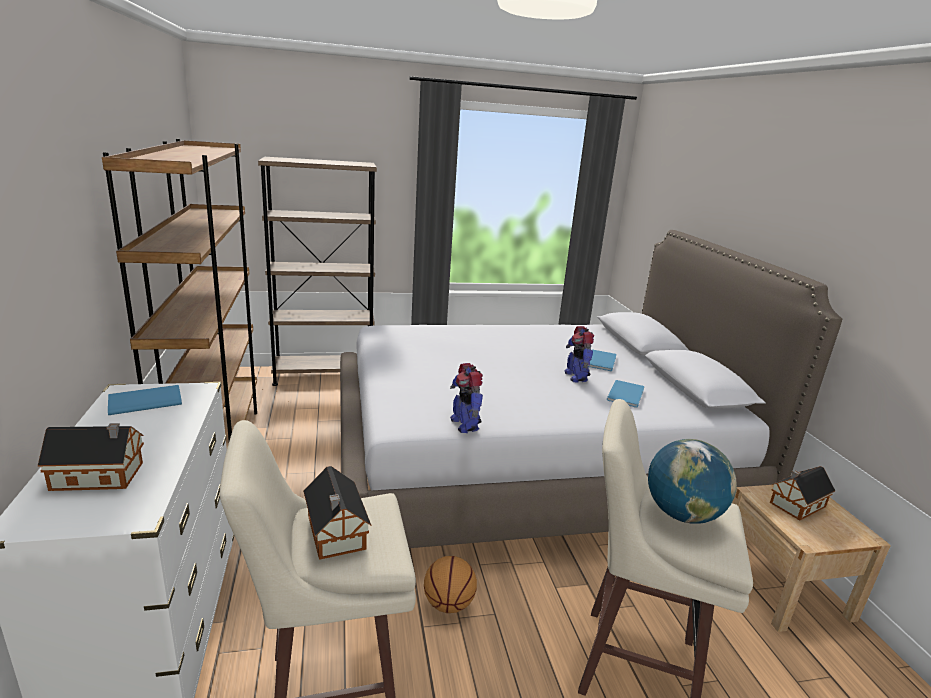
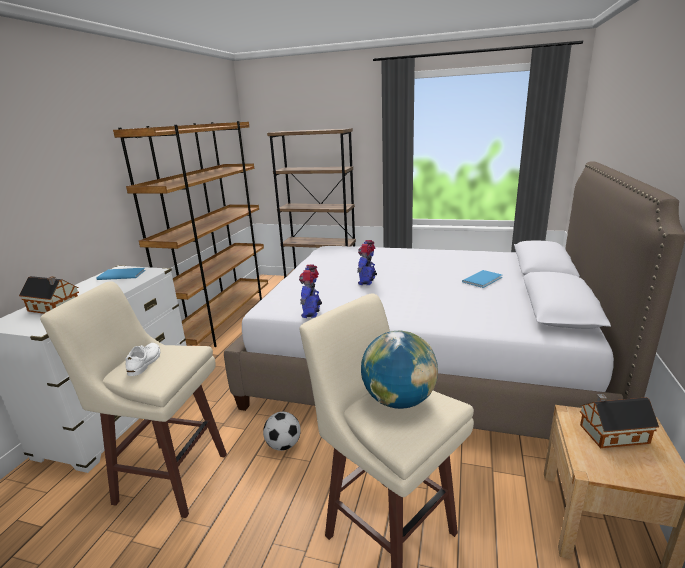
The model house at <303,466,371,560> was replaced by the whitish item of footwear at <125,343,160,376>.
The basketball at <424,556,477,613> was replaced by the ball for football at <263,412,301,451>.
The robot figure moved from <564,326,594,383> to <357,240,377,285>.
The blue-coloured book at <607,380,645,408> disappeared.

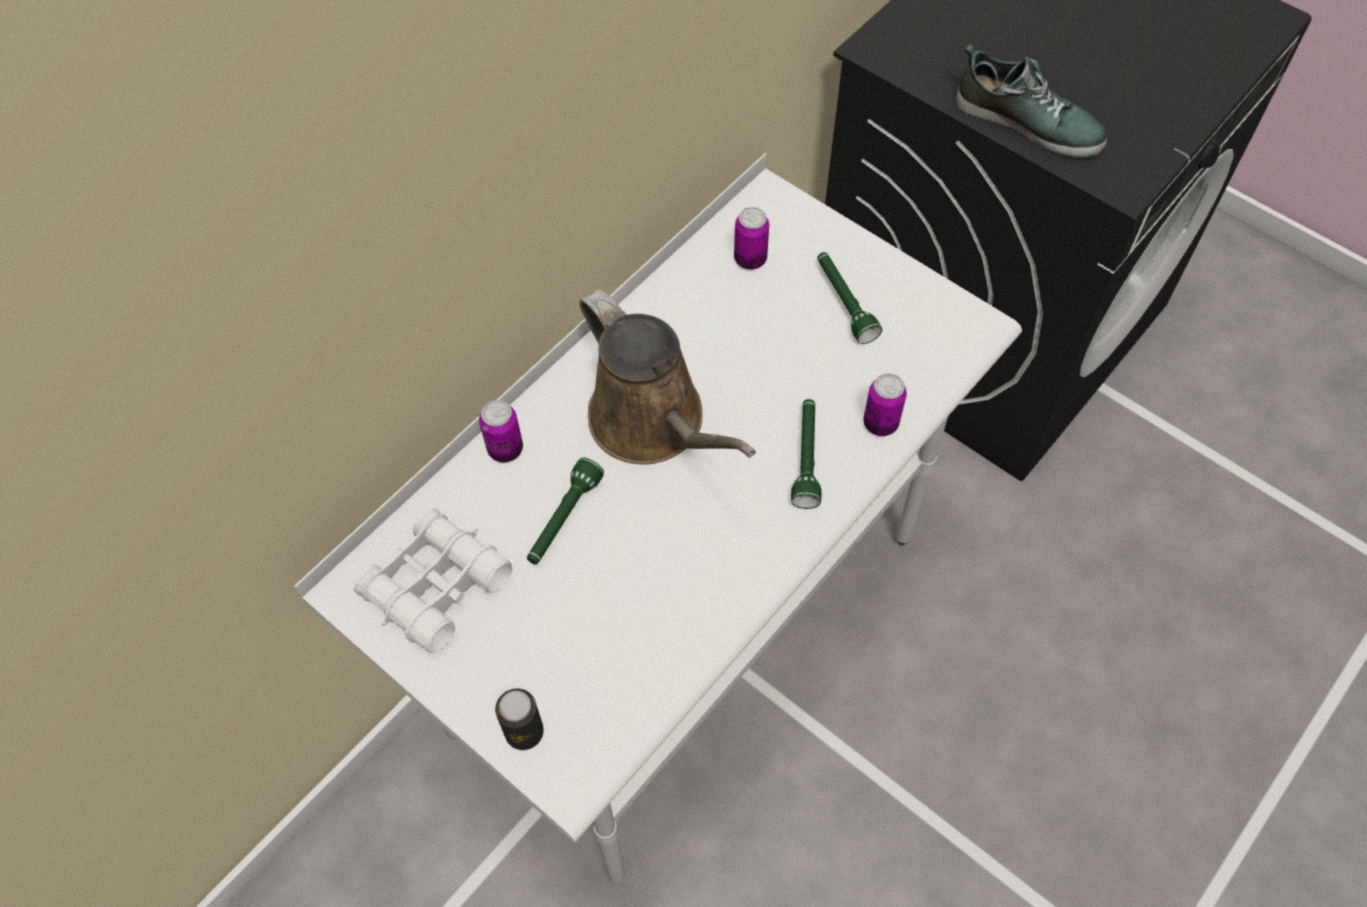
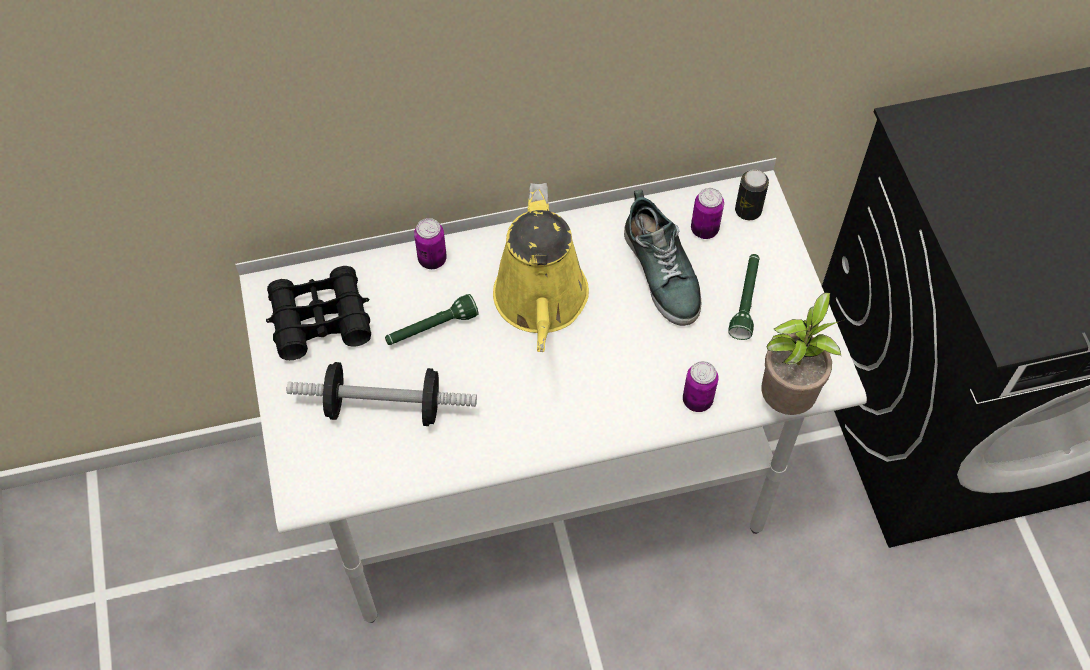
The whitish field glasses at <354,508,512,653> became the blackish field glasses at <266,266,371,360>.
The hand weight at <287,362,477,426> appeared.
The brownish sprinkling can at <580,290,756,464> became the yellowish sprinkling can at <493,183,589,352>.
The item of footwear moved from <956,44,1107,157> to <624,189,701,326>.
The can moved from <495,688,544,750> to <735,170,769,220>.
The potted plant at <761,293,844,415> appeared.
The green-coloured hand torch at <791,399,822,509> disappeared.

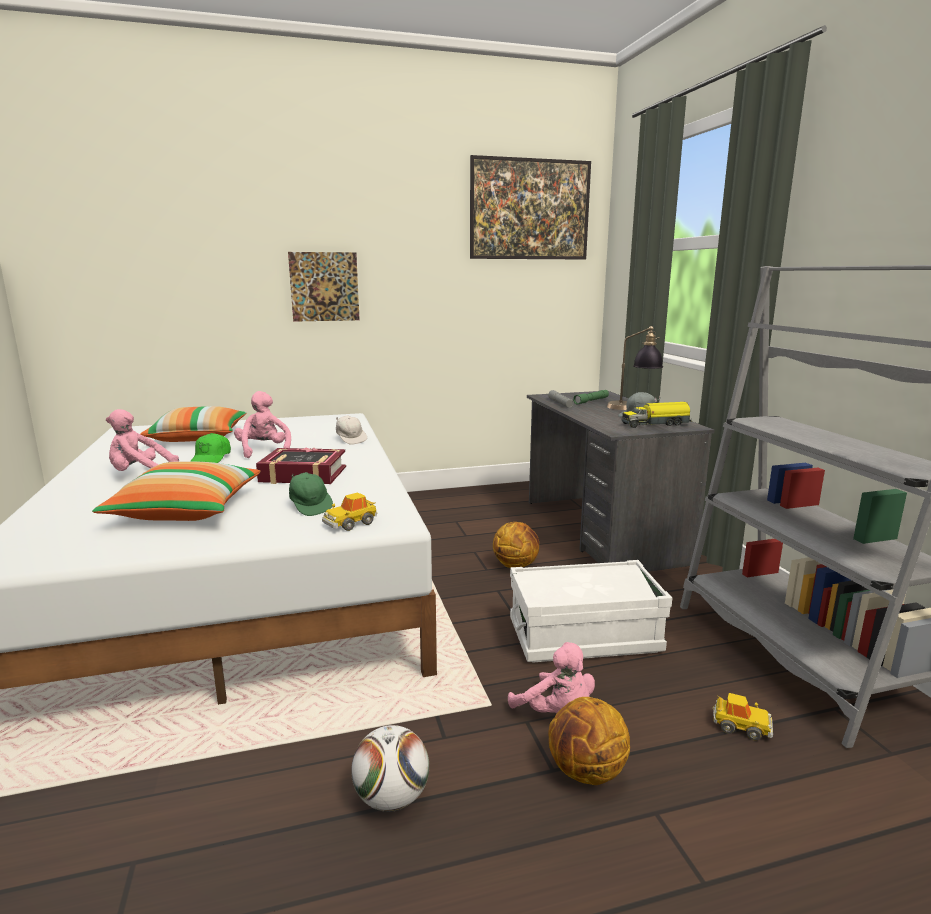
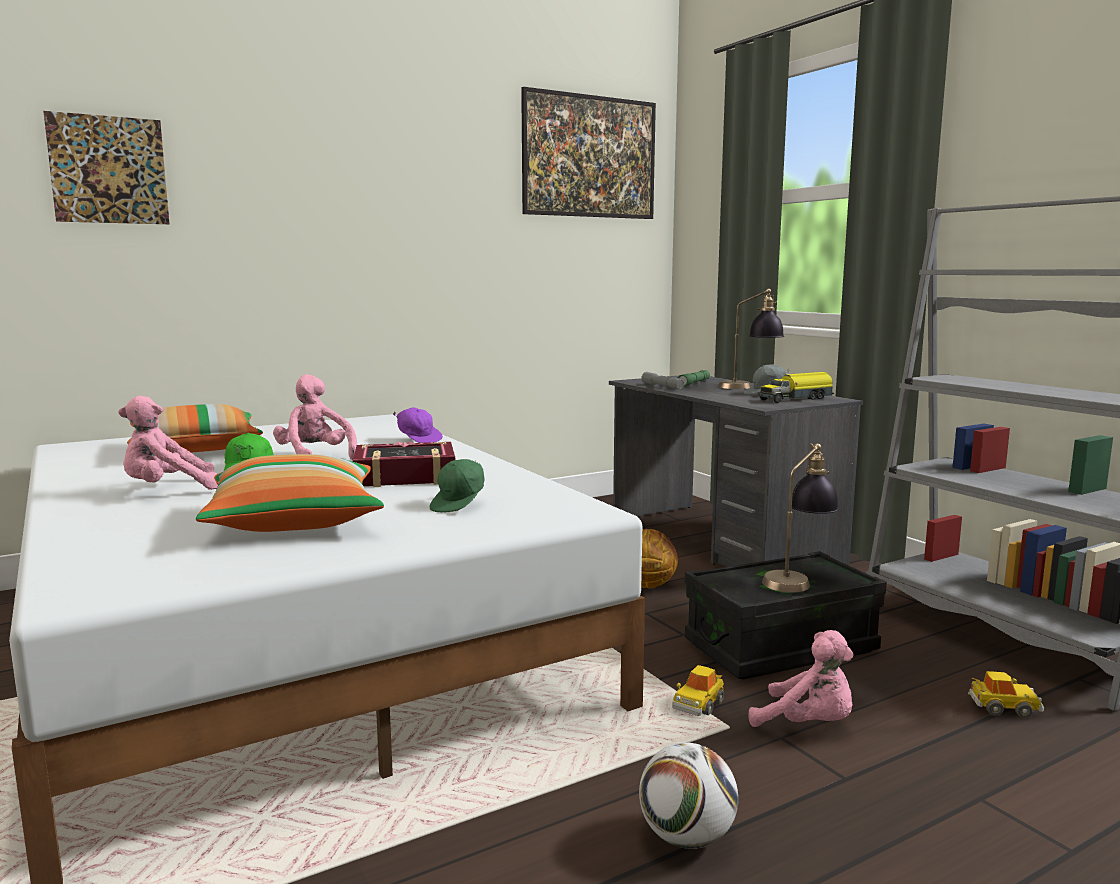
The picture moved from <288,252,360,322> to <43,111,170,224>.
The whitish cap at <336,415,367,445> became the purple-coloured cap at <393,407,443,443>.
The green-coloured cap at <289,472,333,516> turned 75 degrees clockwise.
The model car moved from <322,493,377,531> to <672,665,724,716>.
The whitish storage bin at <510,560,672,663> became the blackish storage bin at <685,551,887,679>.
The table lamp at <762,443,839,592> appeared.
The basketball at <548,697,630,785> disappeared.

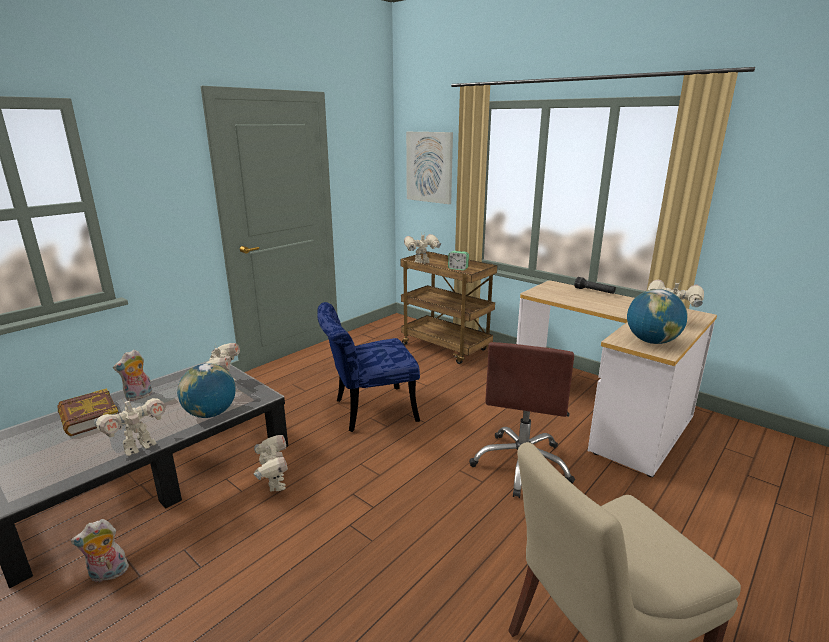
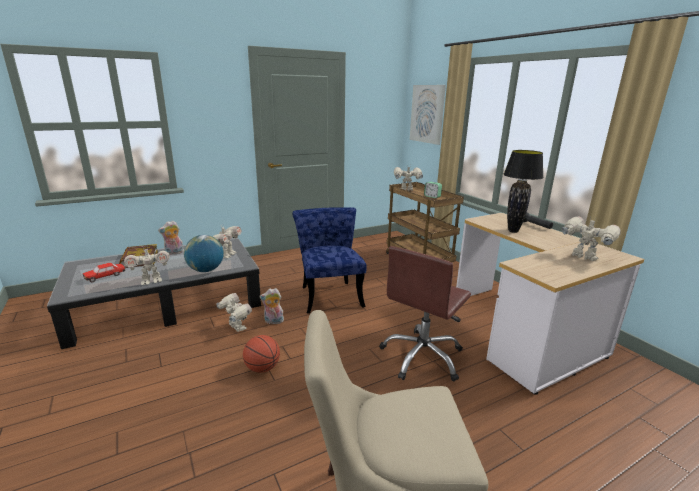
The model car at <83,263,126,282> appeared.
The robot figure at <253,435,288,492> turned 45 degrees counterclockwise.
The basketball at <243,335,280,373> appeared.
The soft toy moved from <71,519,129,583> to <260,288,285,324>.
The blue-coloured chair at <317,302,420,432> turned 75 degrees clockwise.
The blackish table lamp at <504,150,544,233> appeared.
The world globe at <627,289,688,344> disappeared.

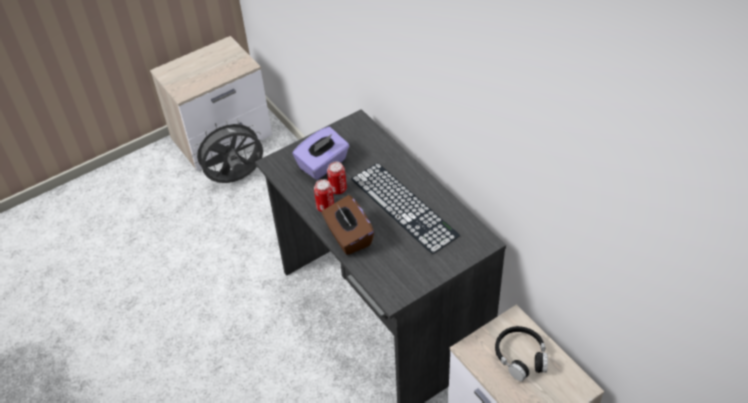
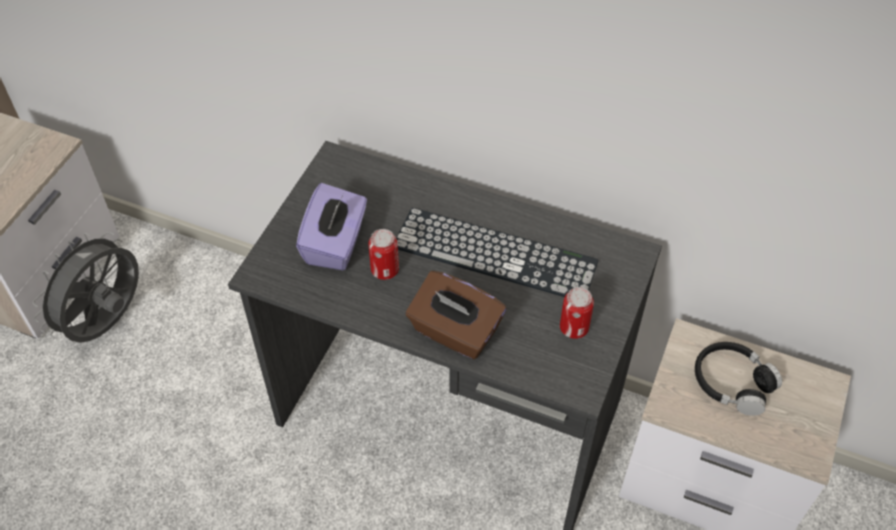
The can moved from <314,179,334,212> to <560,287,594,339>.

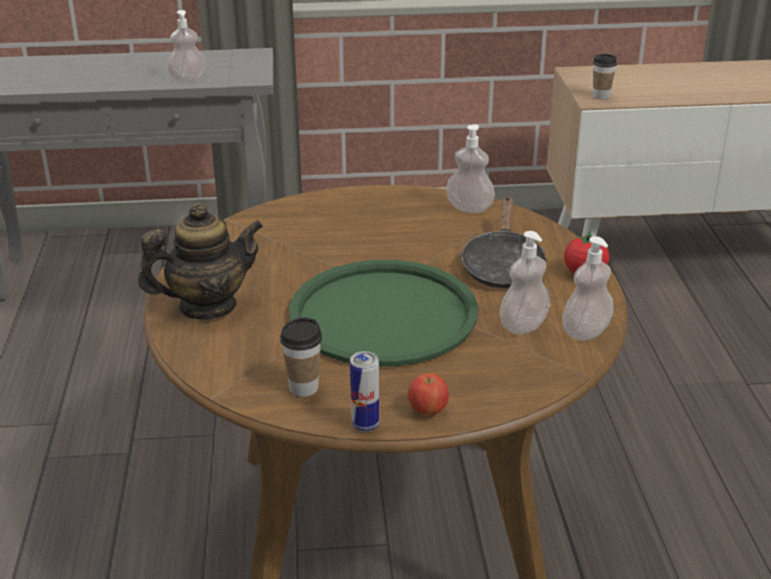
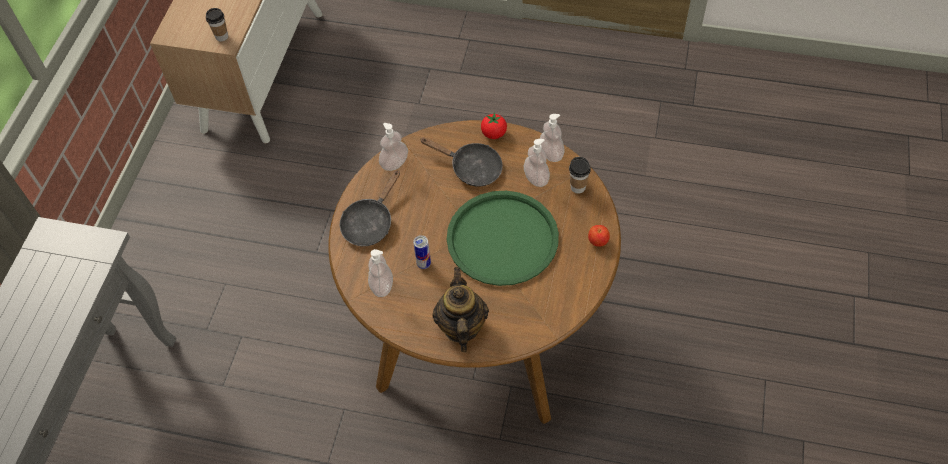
The blackish frying pan at <340,170,400,246> appeared.
The soap dispenser moved from <167,10,207,82> to <368,249,393,297>.
The can moved from <350,351,379,432> to <413,235,431,269>.
The cup moved from <280,317,322,397> to <569,157,591,193>.

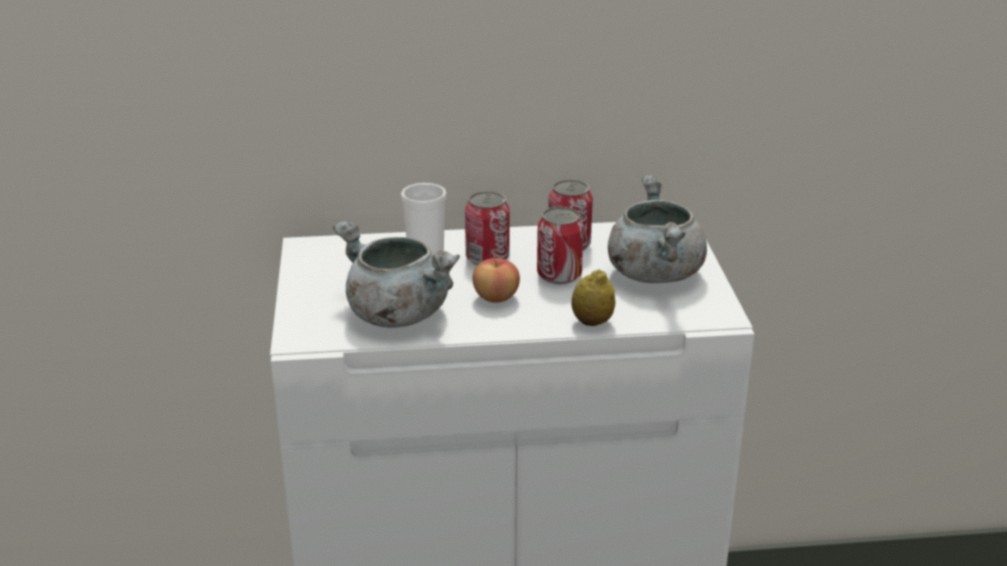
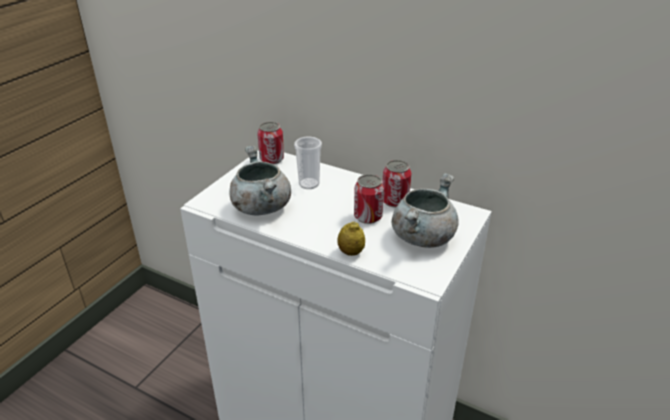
The can moved from <465,191,510,265> to <257,122,284,164>.
The apple fruit at <472,255,520,303> disappeared.

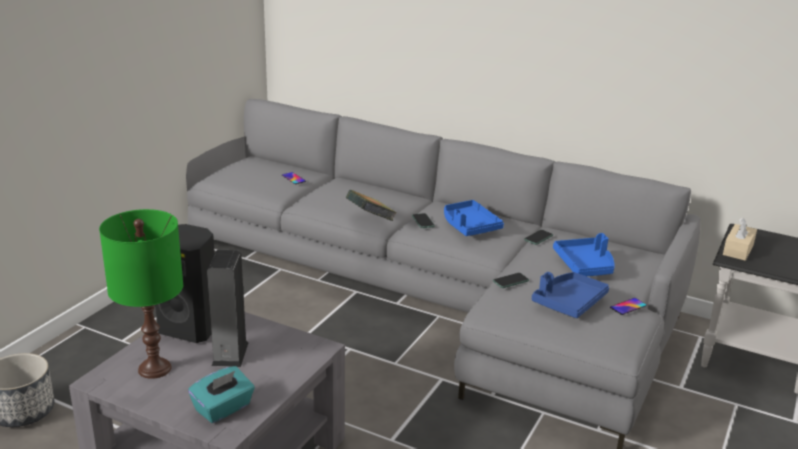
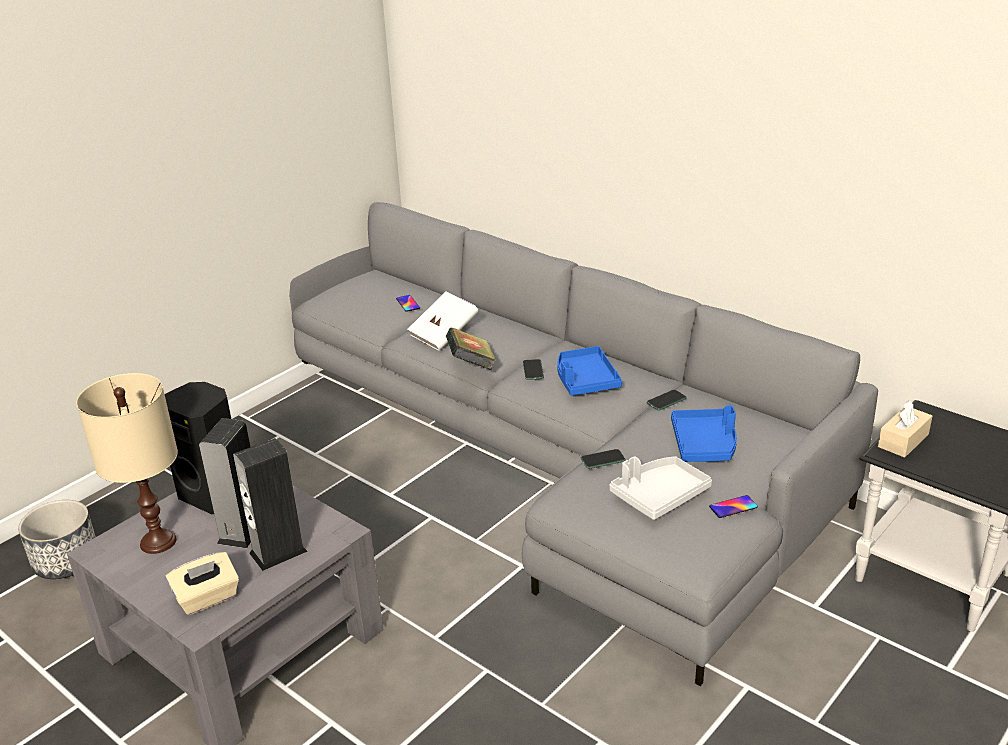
The green-coloured table lamp at <99,209,183,379> became the beige-coloured table lamp at <76,373,178,554>.
The blue-green tissue holder at <188,366,255,423> became the beige-coloured tissue holder at <166,552,239,615>.
The loudspeaker at <233,438,308,571> appeared.
The whitish book at <407,291,478,351> appeared.
The blue-coloured carrying tray at <532,272,609,318> became the gray carrying tray at <609,456,712,520>.

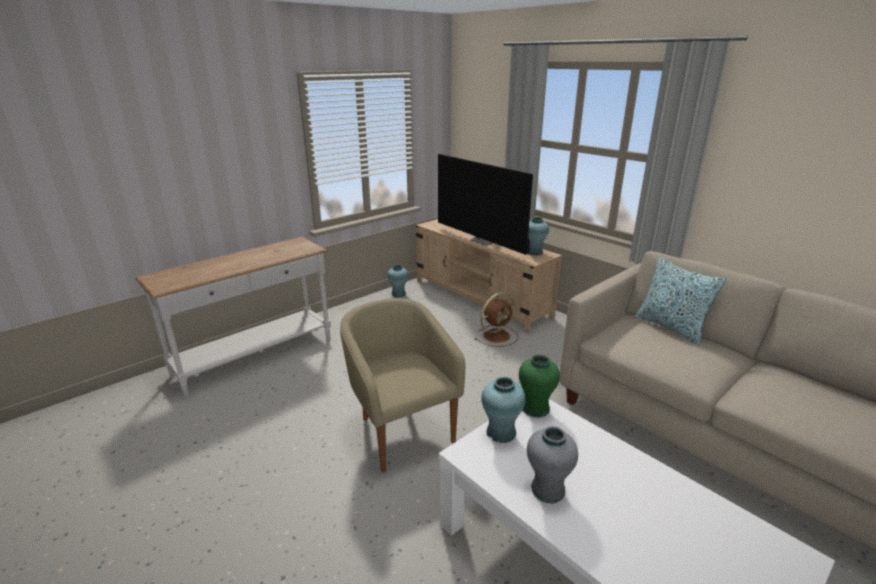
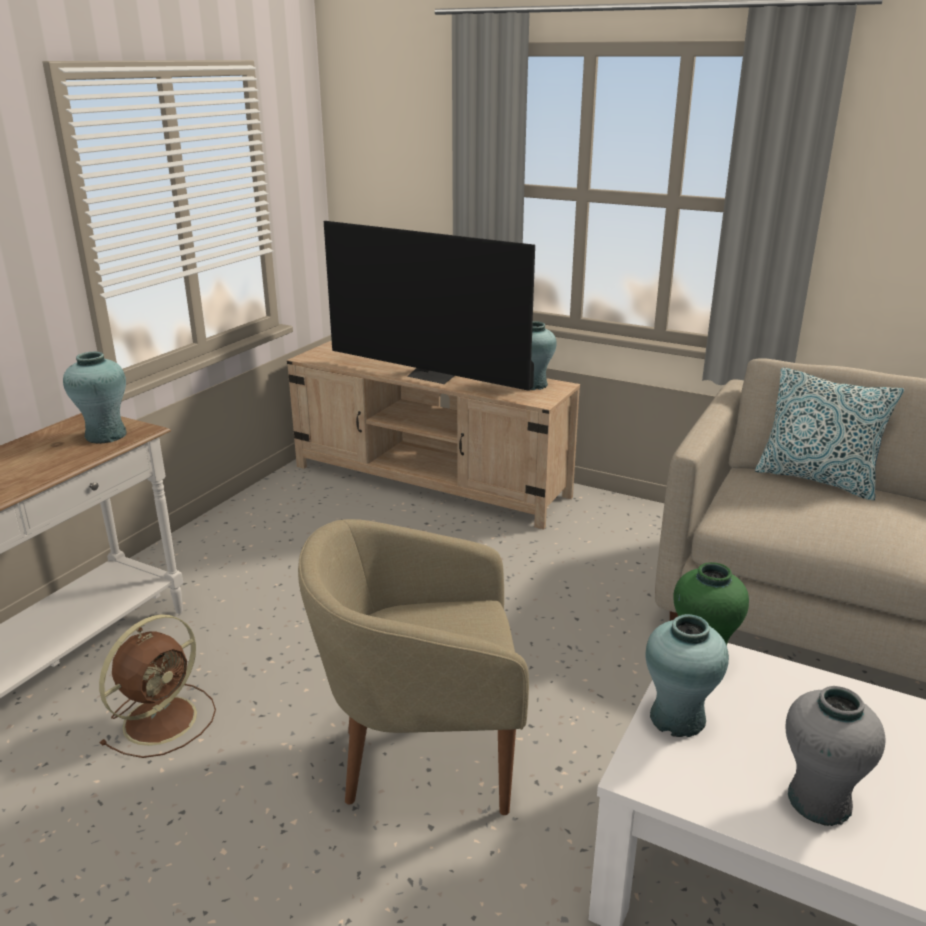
The blue-green vase moved from <387,265,408,297> to <63,352,127,444>.
The brownish cooling fan moved from <474,292,519,347> to <99,614,216,758>.
The beige-coloured lounge chair at <340,298,466,472> turned 45 degrees counterclockwise.

